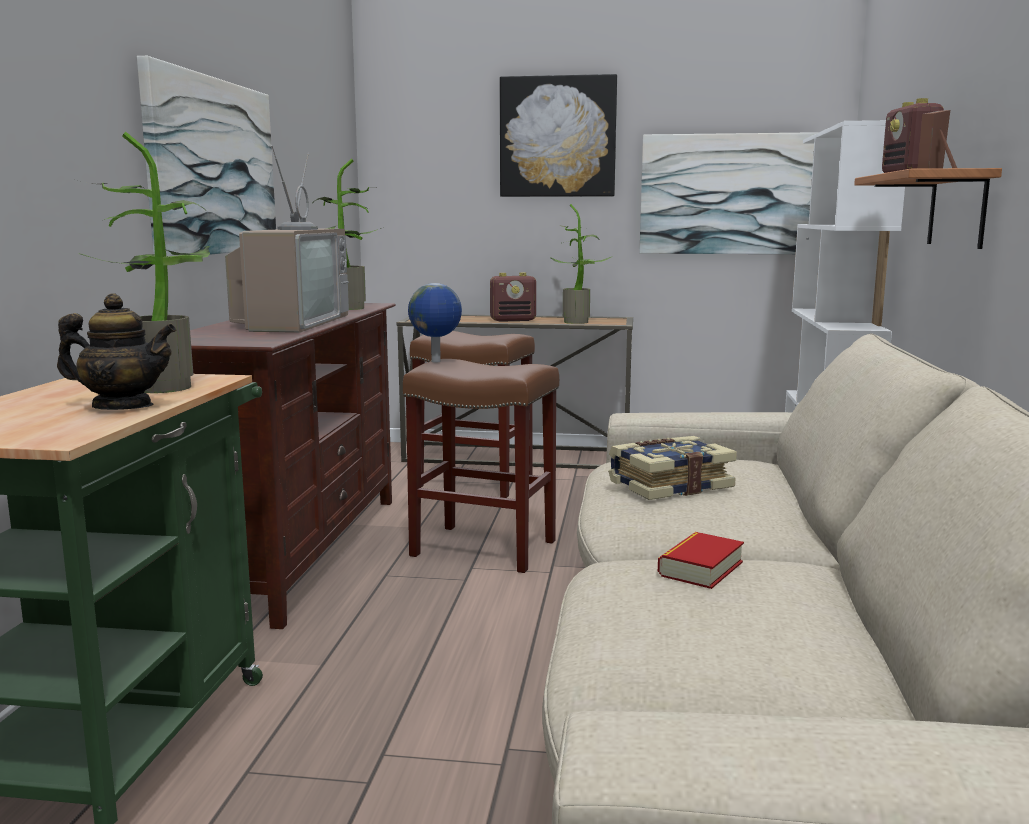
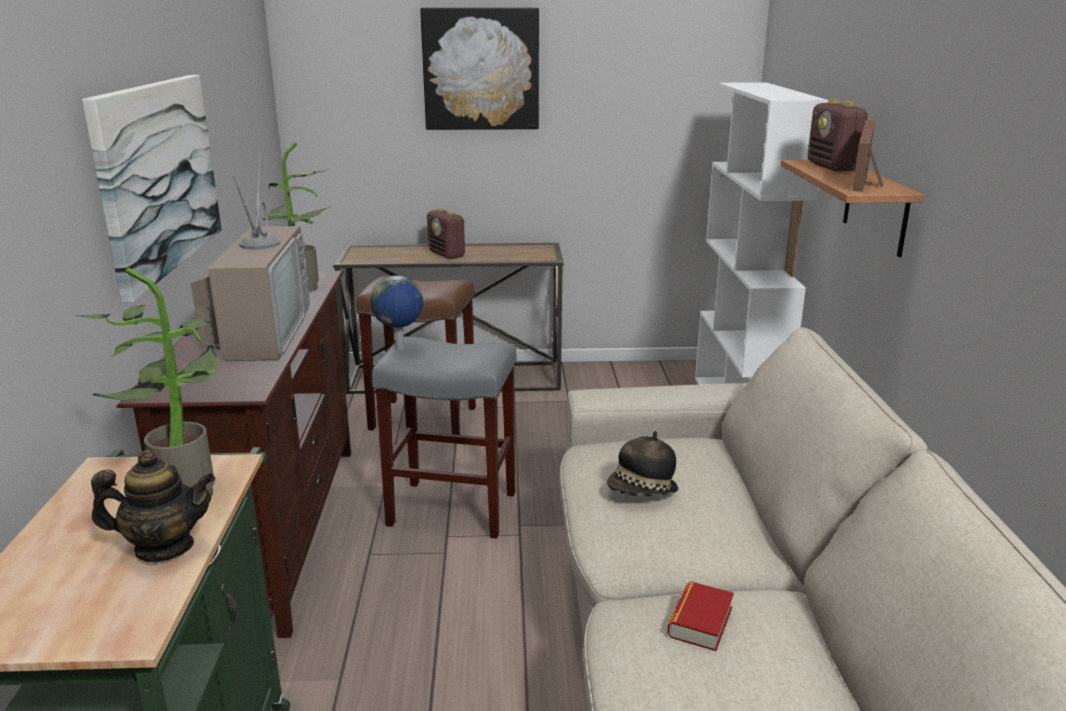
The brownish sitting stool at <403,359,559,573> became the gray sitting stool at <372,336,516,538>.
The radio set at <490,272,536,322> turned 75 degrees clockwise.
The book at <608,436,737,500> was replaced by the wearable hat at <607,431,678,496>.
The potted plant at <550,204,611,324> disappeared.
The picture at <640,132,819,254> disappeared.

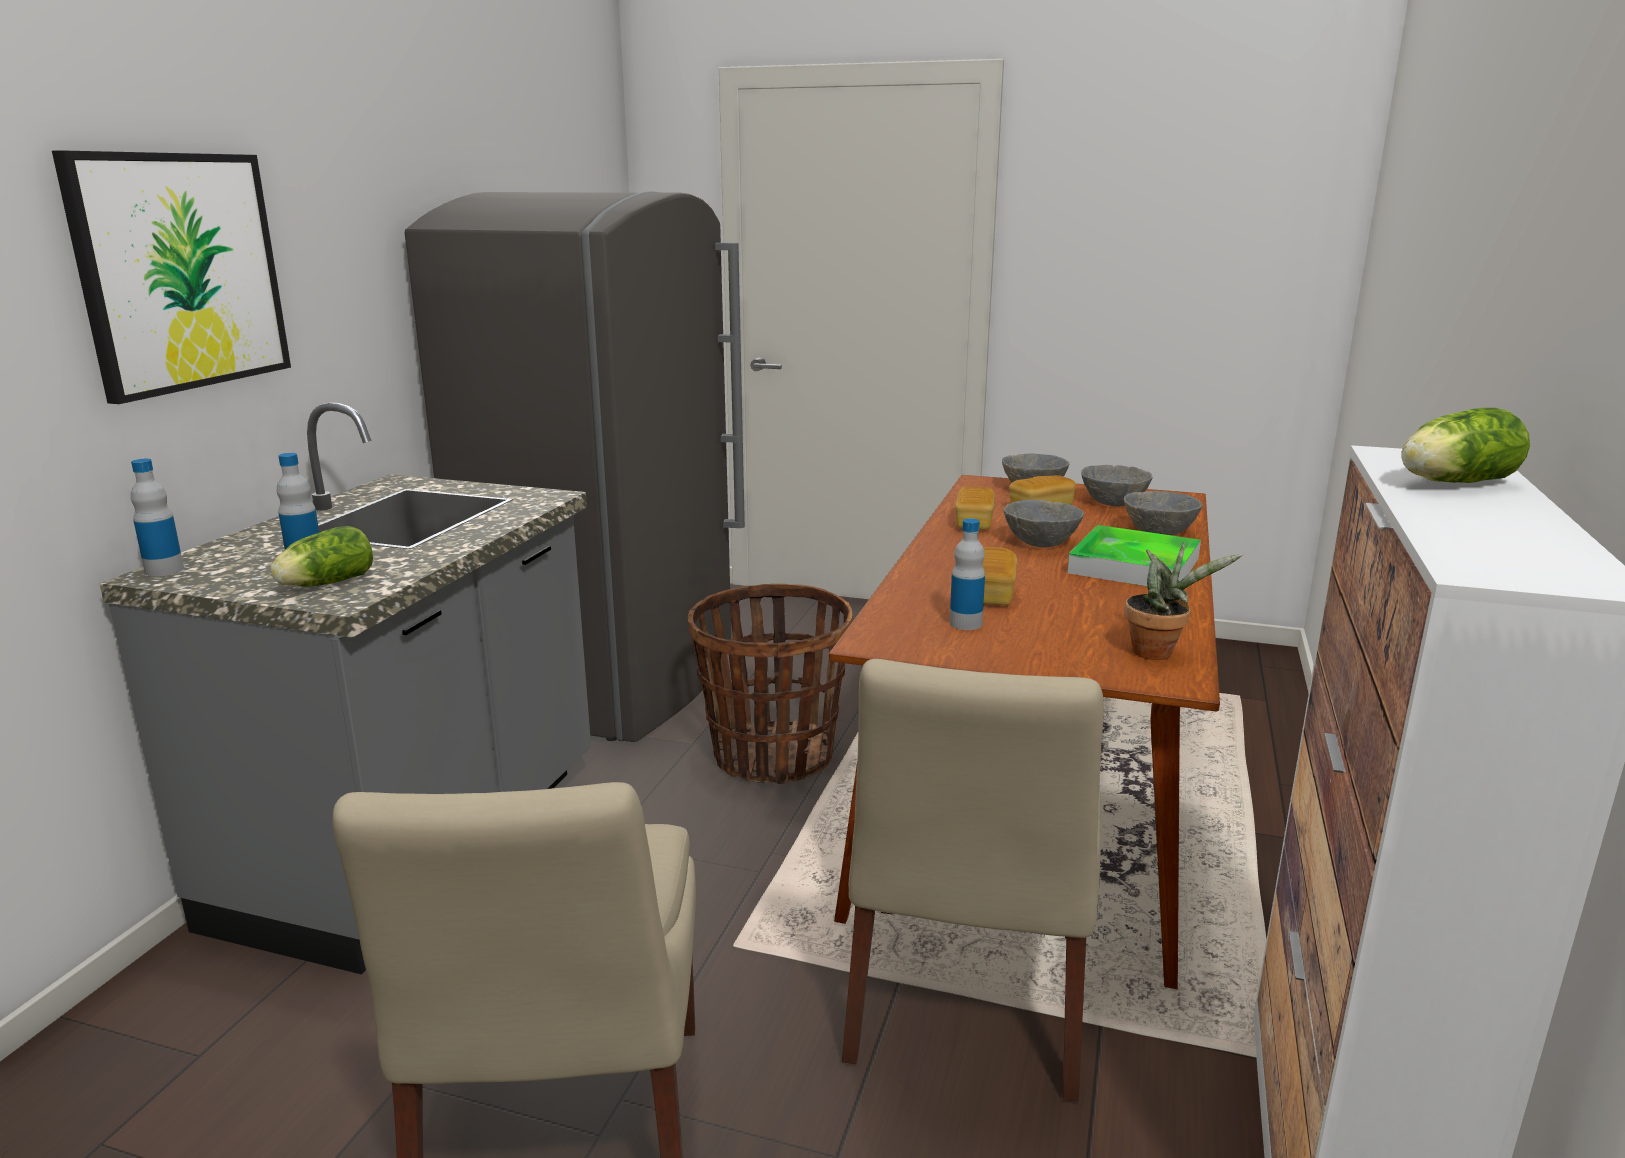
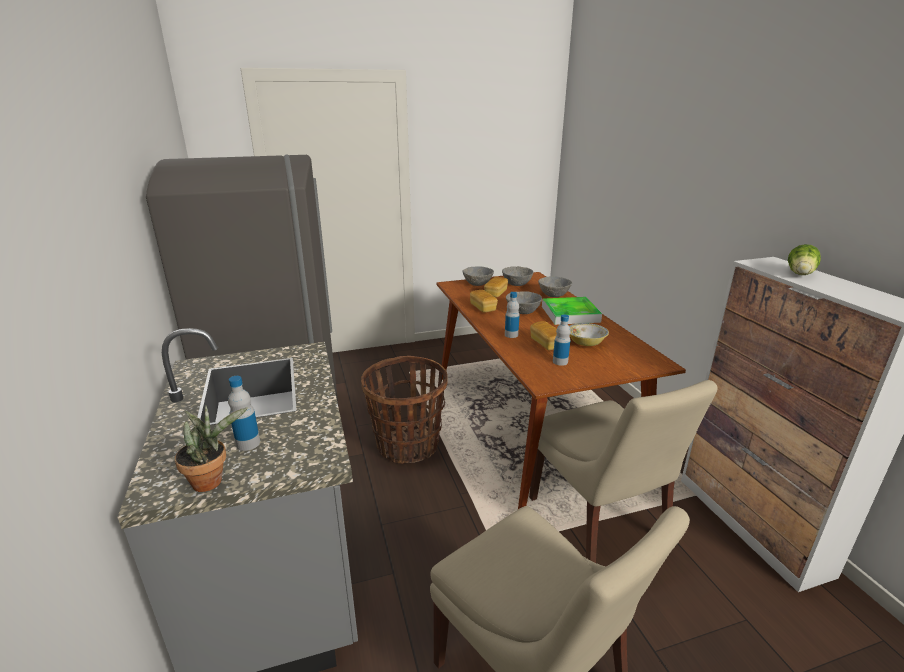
The potted plant moved from <1125,541,1243,660> to <175,405,248,492>.
The drink bottle moved from <131,459,184,577> to <505,292,520,338>.
The bowl at <569,323,609,346> appeared.
The picture at <52,151,291,404> disappeared.
The lettuce at <270,526,373,587> disappeared.

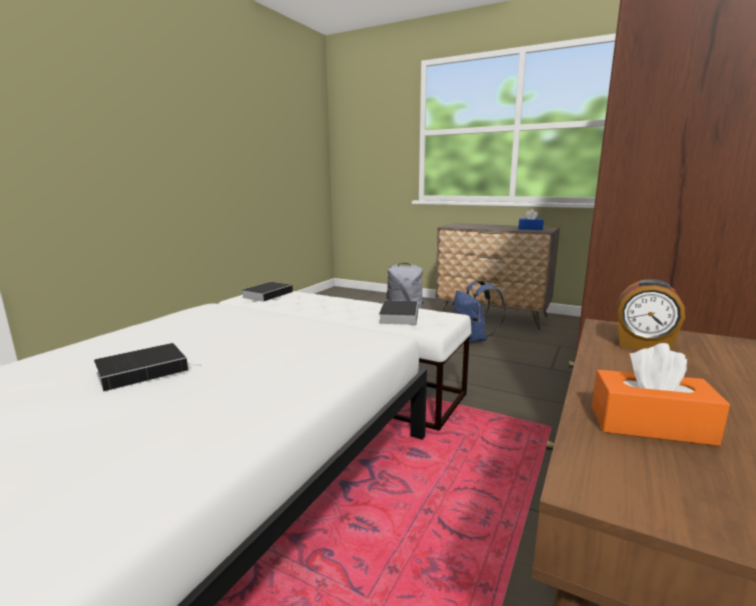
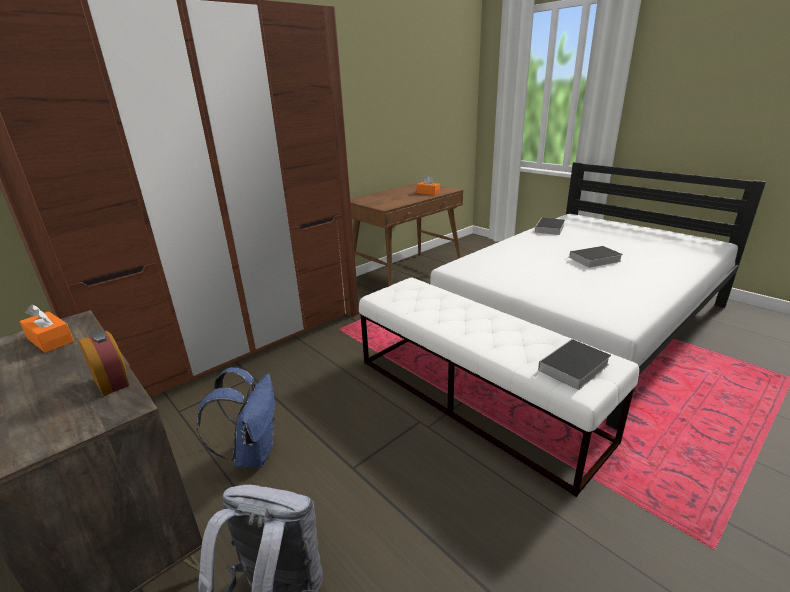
The blue-coloured tissue holder at <519,209,544,230> became the orangey tissue holder at <20,305,74,353>.
The alarm clock moved from <617,279,685,350> to <79,330,130,396>.
The book moved from <379,301,418,325> to <535,218,565,235>.

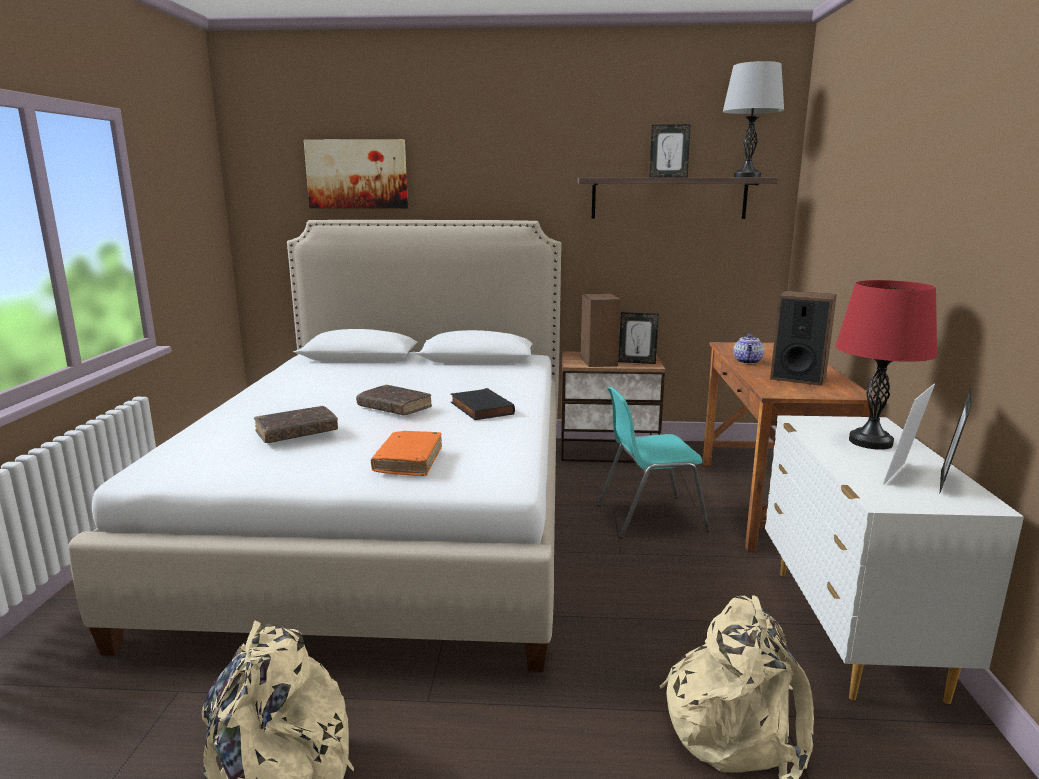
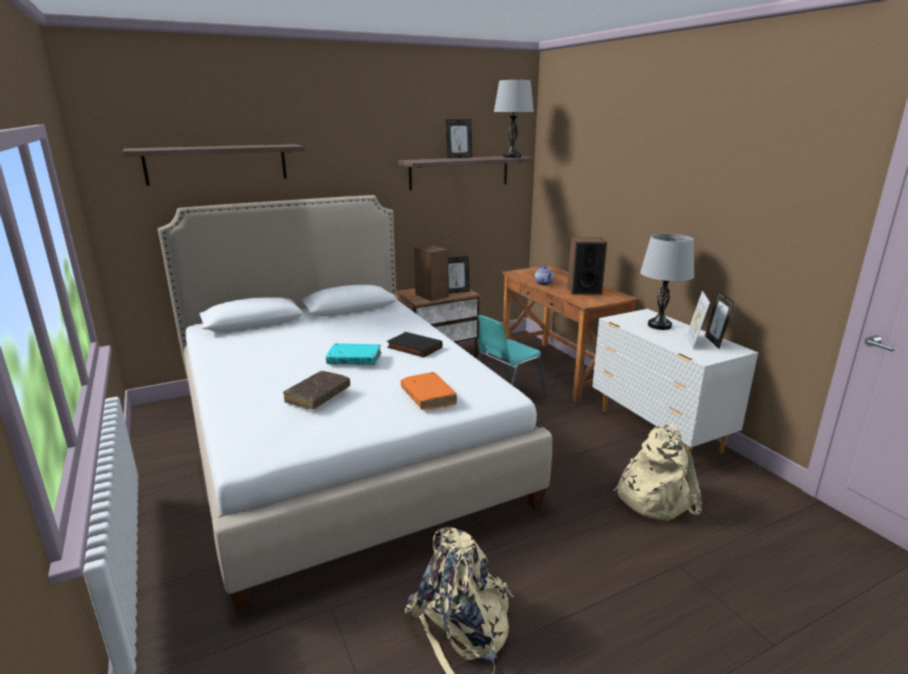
The picture at <304,139,408,208> was replaced by the shelf at <123,144,305,186>.
The brownish book at <356,385,432,415> became the blue-green book at <326,343,381,365>.
The reddish table lamp at <835,280,937,450> became the gray table lamp at <640,234,694,330>.

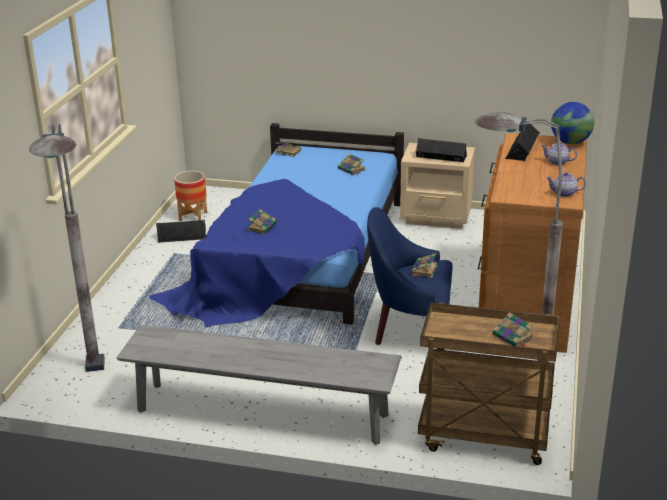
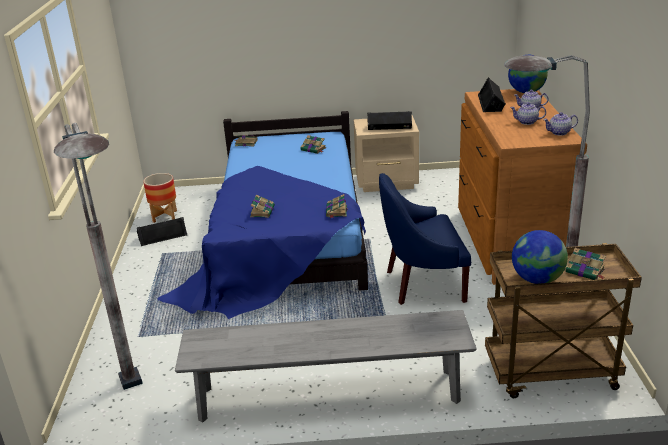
The book moved from <411,253,438,278> to <326,194,347,218>.
The pot for tea at <510,102,546,125> appeared.
The world globe at <512,230,568,284> appeared.

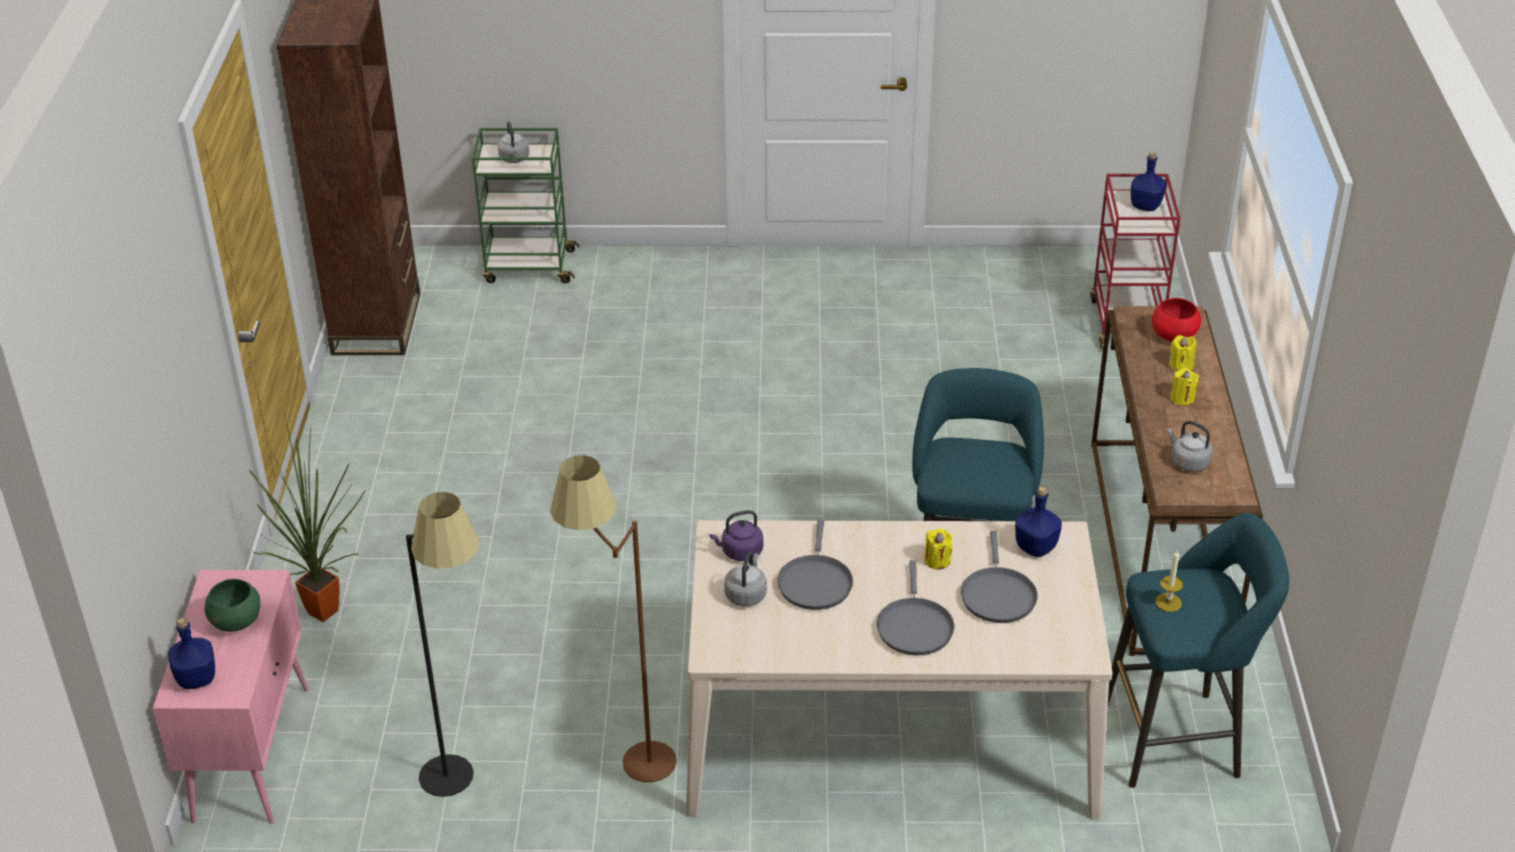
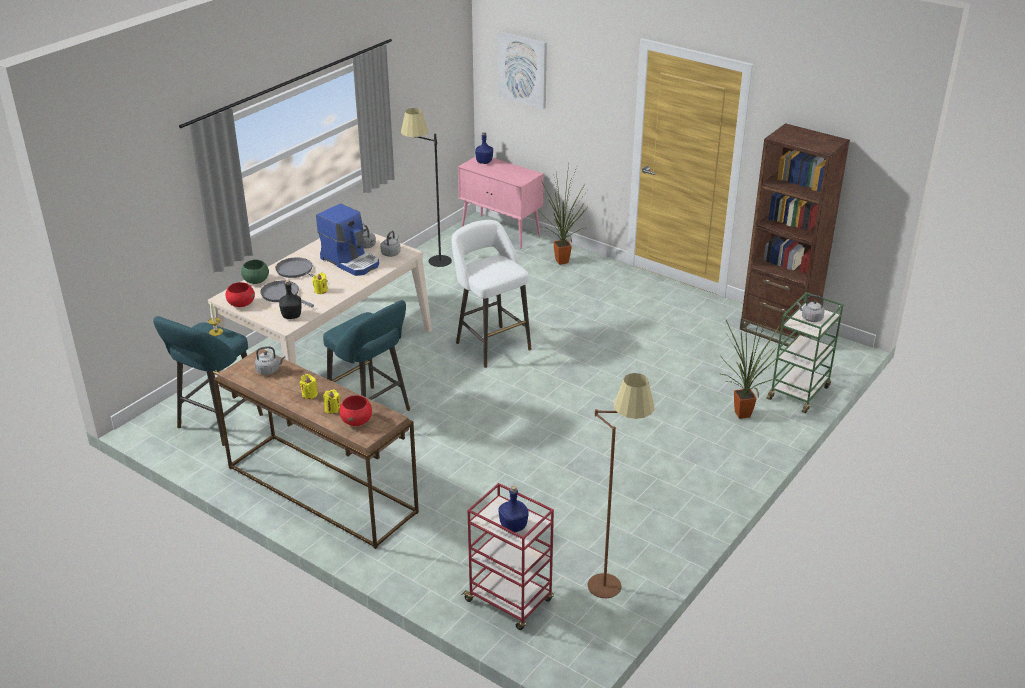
The reddish bowl at <226,282,255,307> appeared.
The green-coloured bowl moved from <205,579,260,632> to <241,260,269,284>.
The blue-coloured drink bottle at <1015,487,1062,557> became the blackish drink bottle at <279,280,301,319>.
The gray frying pan at <777,519,853,610> was replaced by the coffee machine at <316,203,379,276>.
The purple-coloured kettle at <709,510,763,561> became the gray kettle at <380,231,401,257>.
The whitish sitting stool at <451,220,532,368> appeared.
The picture at <498,31,547,109> appeared.
The brownish standing lamp moved from <550,455,677,782> to <587,373,655,598>.
The potted plant at <718,300,781,419> appeared.

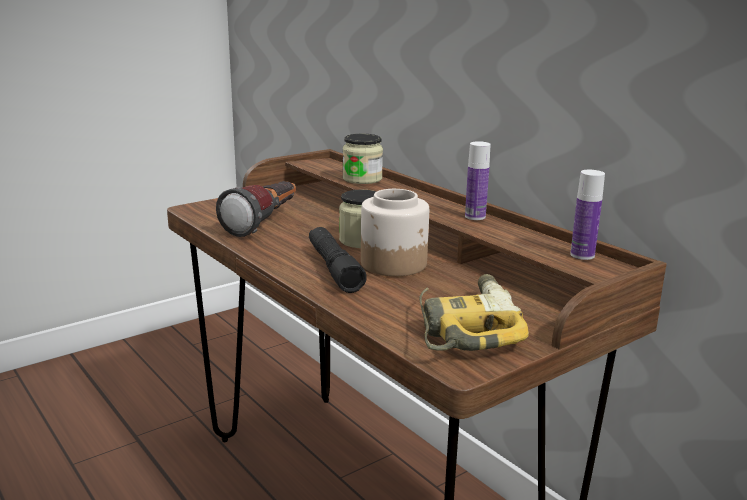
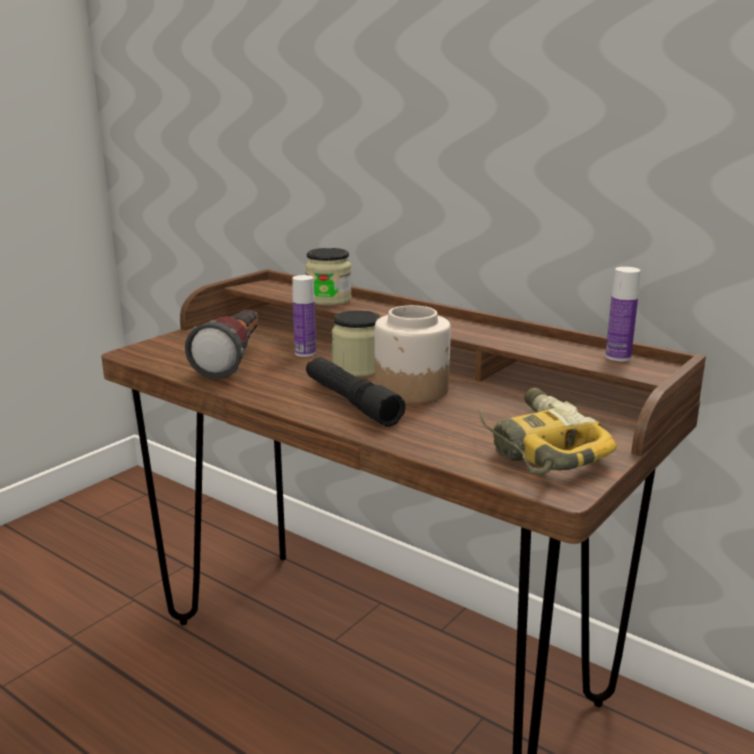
The drink bottle moved from <465,141,491,220> to <292,275,316,357>.

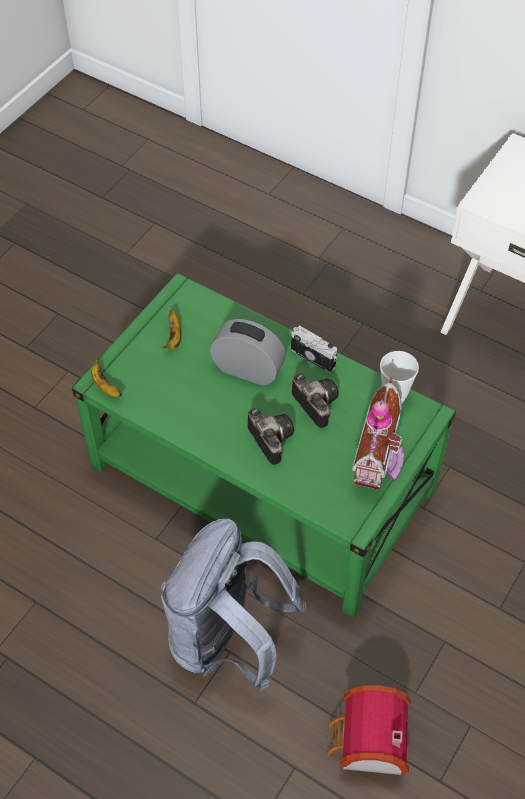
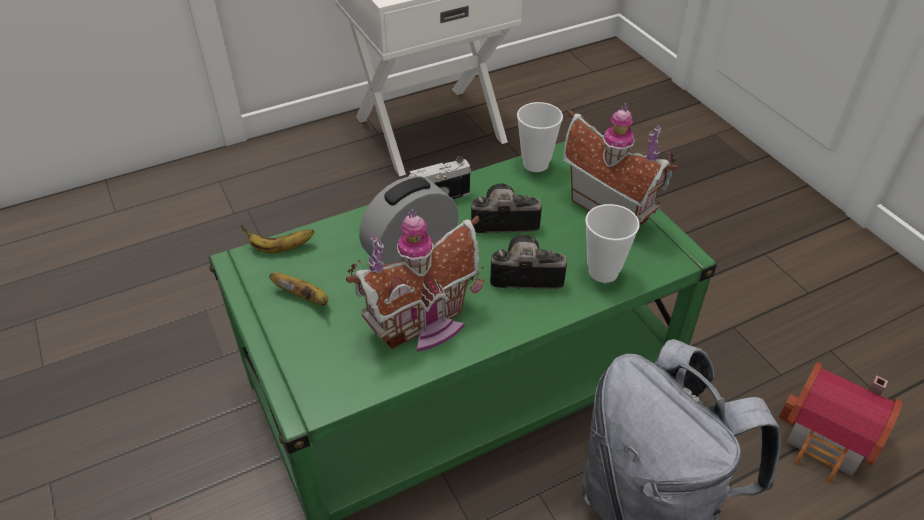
The banana fruit moved from <91,354,122,397> to <241,226,314,253>.
The model house at <346,209,484,352> appeared.
The cup at <585,204,640,283> appeared.

